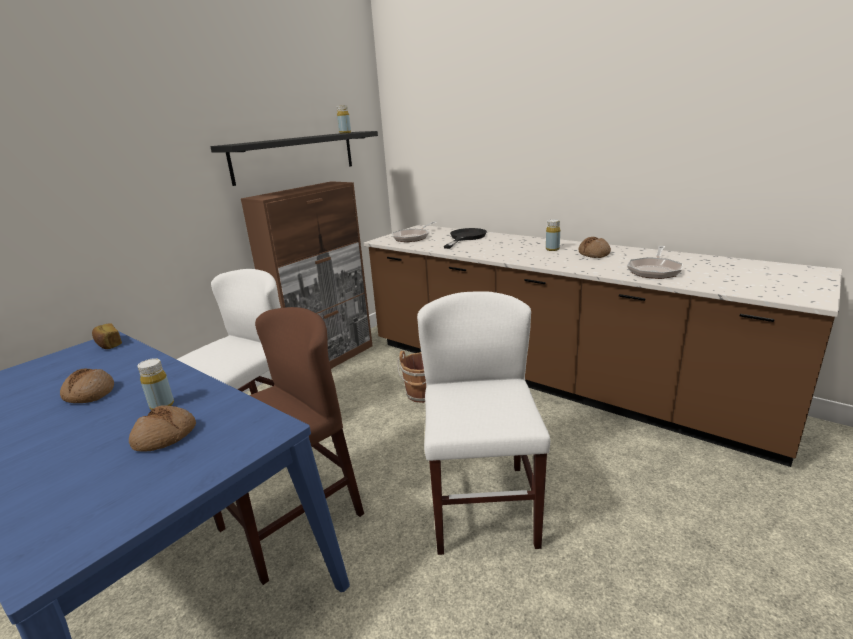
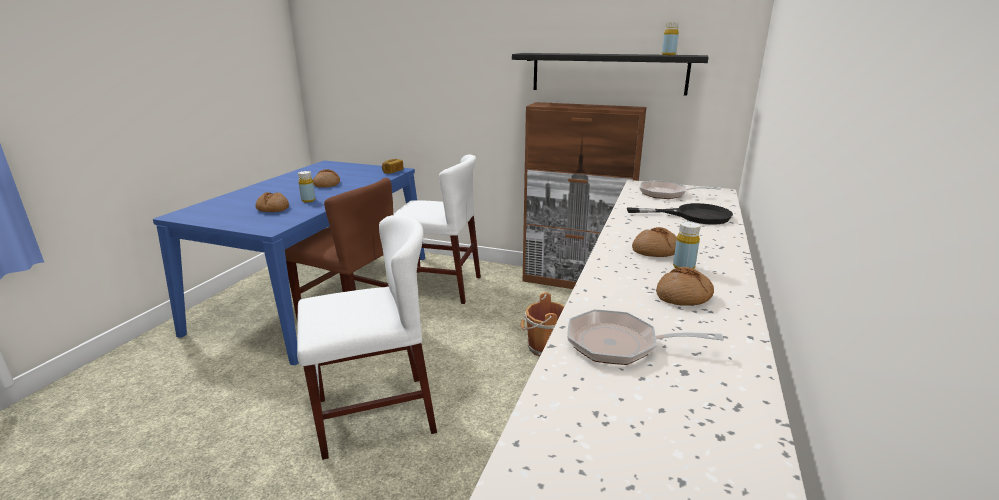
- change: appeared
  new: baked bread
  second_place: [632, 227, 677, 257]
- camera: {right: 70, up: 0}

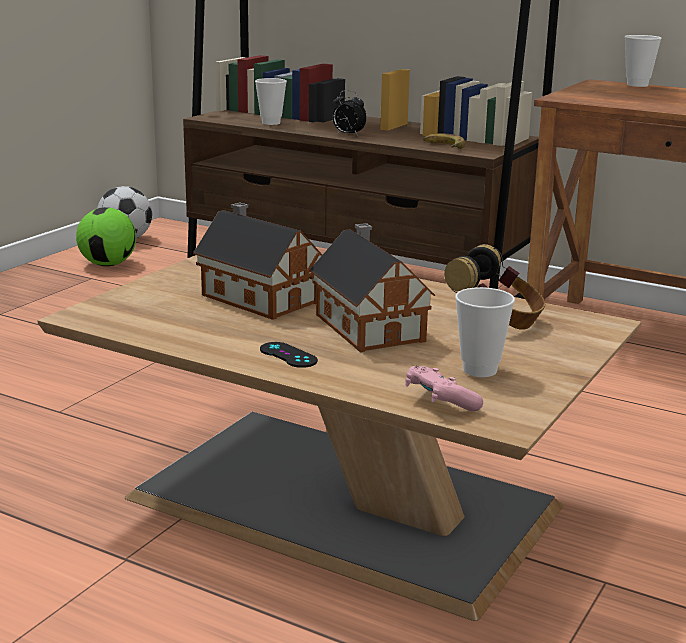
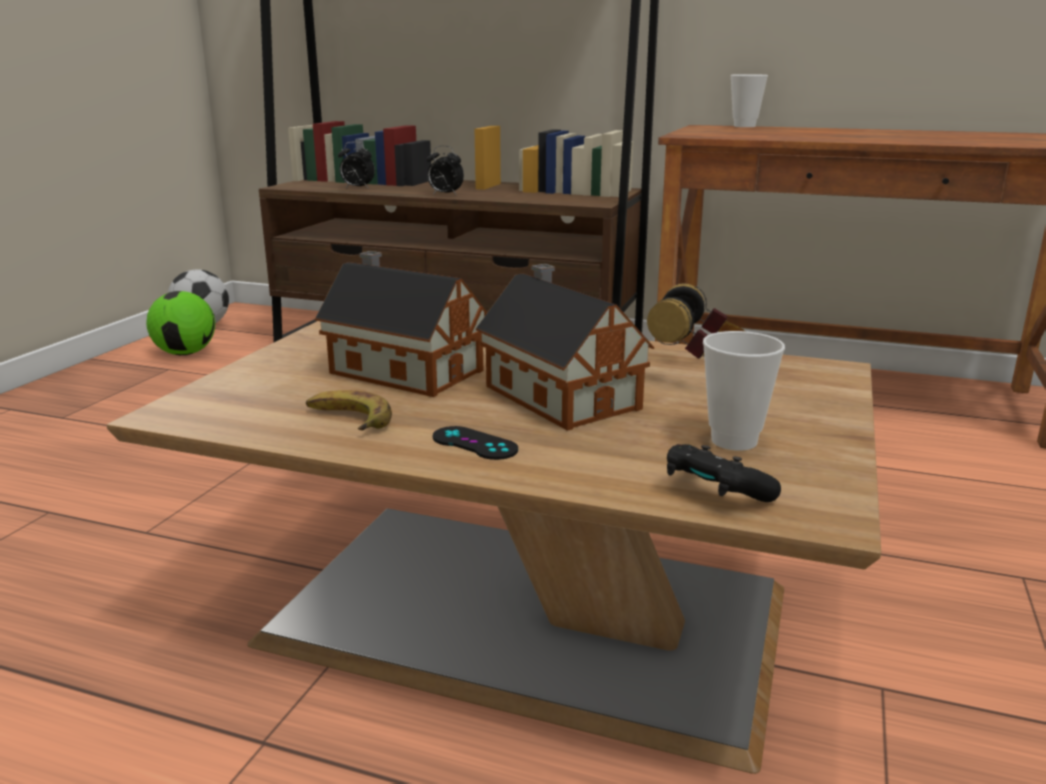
- change: exchanged
  old: cup
  new: table clock
  first_place: [255, 78, 287, 125]
  second_place: [338, 142, 375, 189]
- change: colour
  old: gamepad (pinkish)
  new: gamepad (blackish)
  first_place: [405, 366, 483, 412]
  second_place: [667, 444, 781, 502]
- change: relocated
  old: banana
  first_place: [423, 134, 465, 149]
  second_place: [306, 390, 392, 431]
- camera: {right: -10, up: 0}

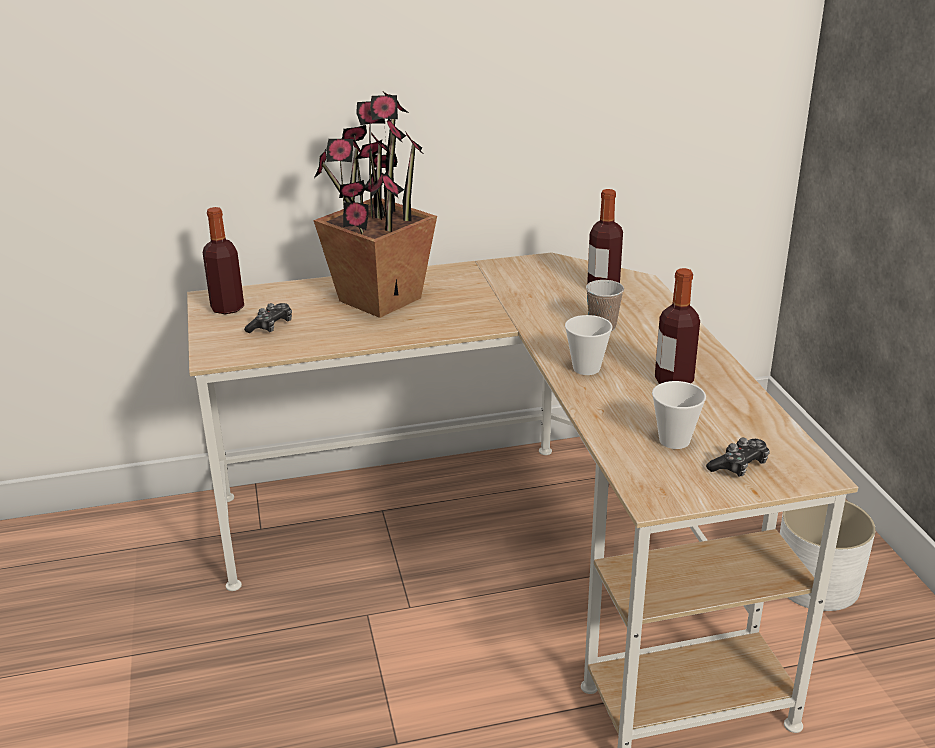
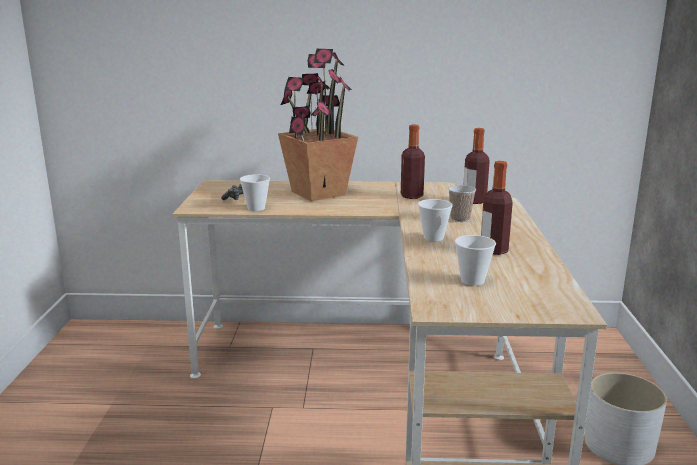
- change: relocated
  old: drink bottle
  first_place: [203, 207, 244, 314]
  second_place: [401, 125, 425, 199]
- change: missing
  old: gamepad
  first_place: [706, 438, 770, 477]
- change: appeared
  new: cup
  second_place: [240, 174, 270, 211]
- camera: {right: 15, up: -10}

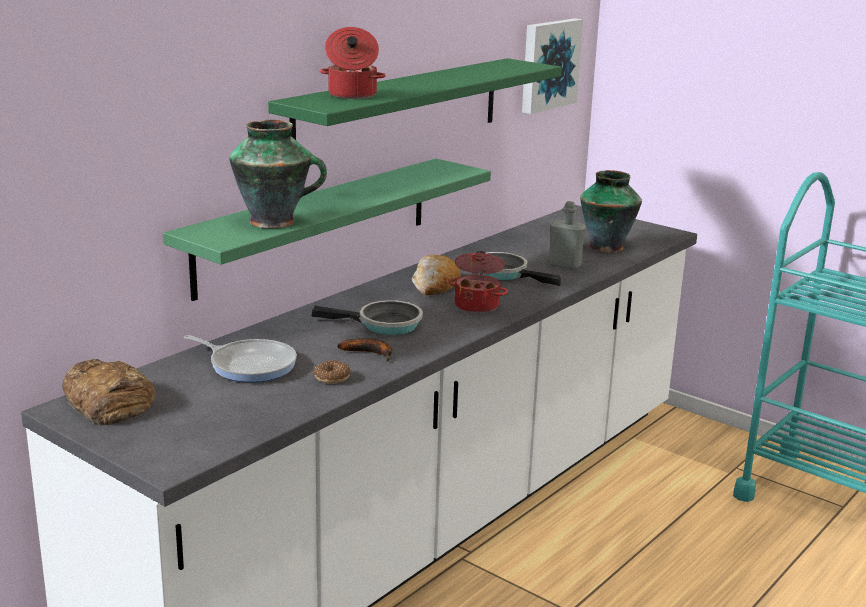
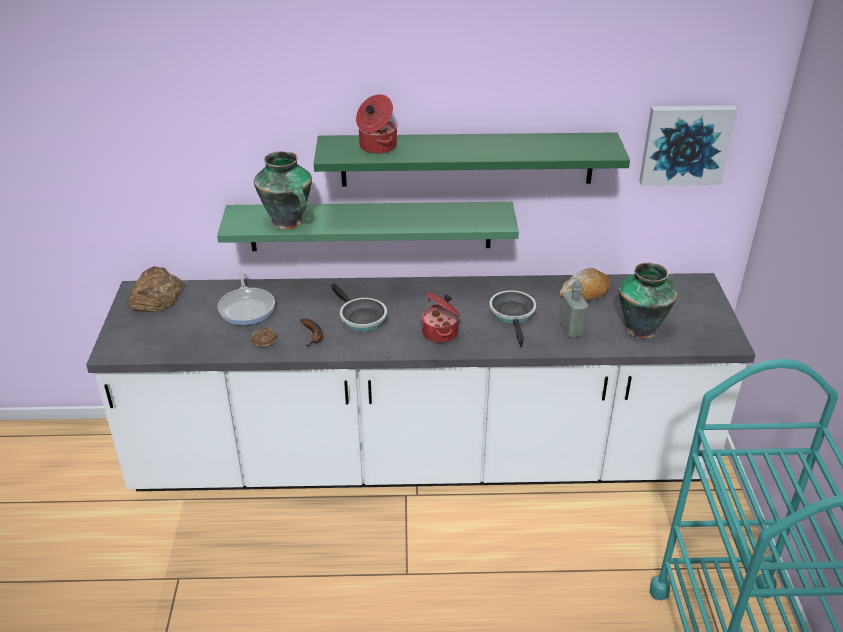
- change: relocated
  old: baked bread
  first_place: [412, 255, 461, 295]
  second_place: [559, 268, 610, 301]
- camera: {right: 50, up: 15}

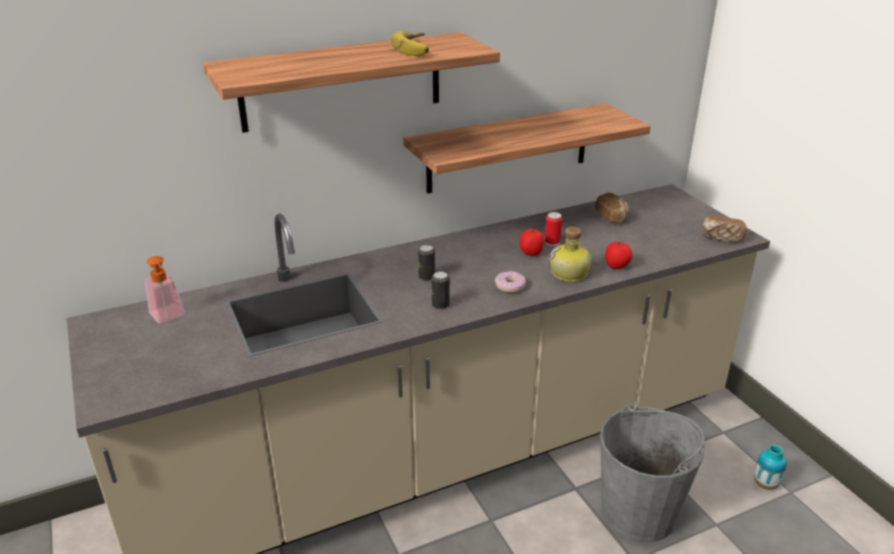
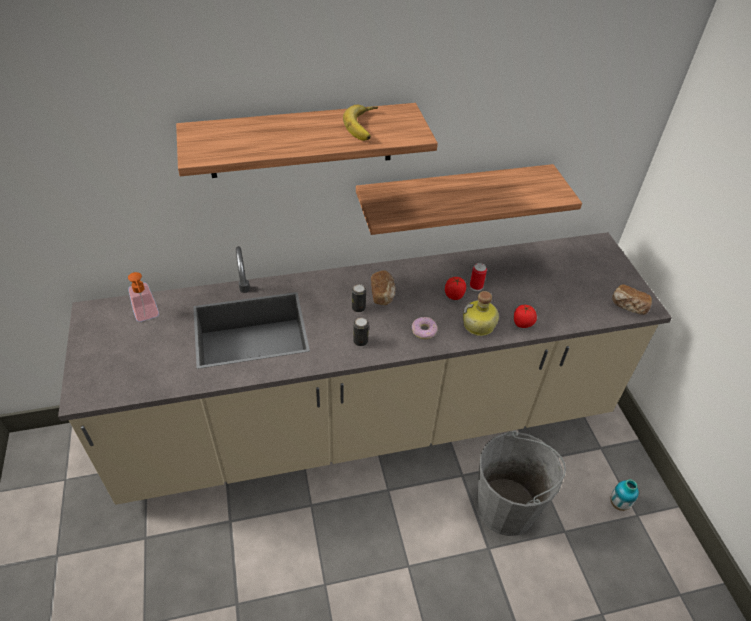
- change: relocated
  old: baked bread
  first_place: [594, 193, 629, 224]
  second_place: [371, 270, 396, 305]
- camera: {right: 10, up: 15}

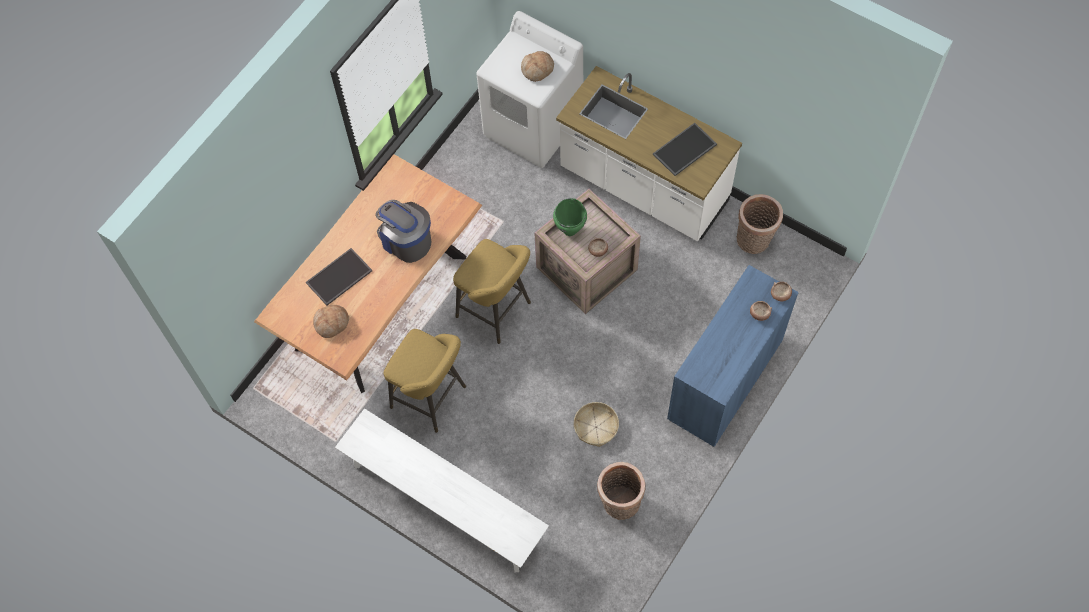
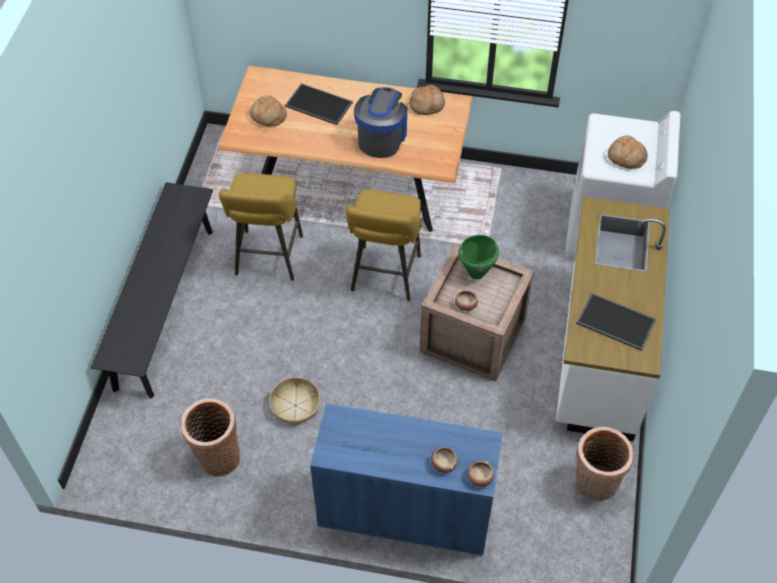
- change: colour
  old: indoor bench (white)
  new: indoor bench (blackish)
  first_place: [335, 409, 549, 572]
  second_place: [91, 182, 213, 399]
- change: appeared
  new: baked bread
  second_place: [409, 85, 445, 115]
- camera: {right: 65, up: -10}

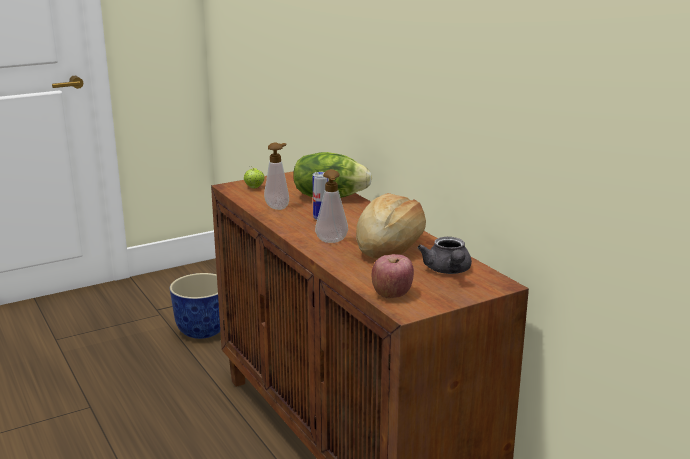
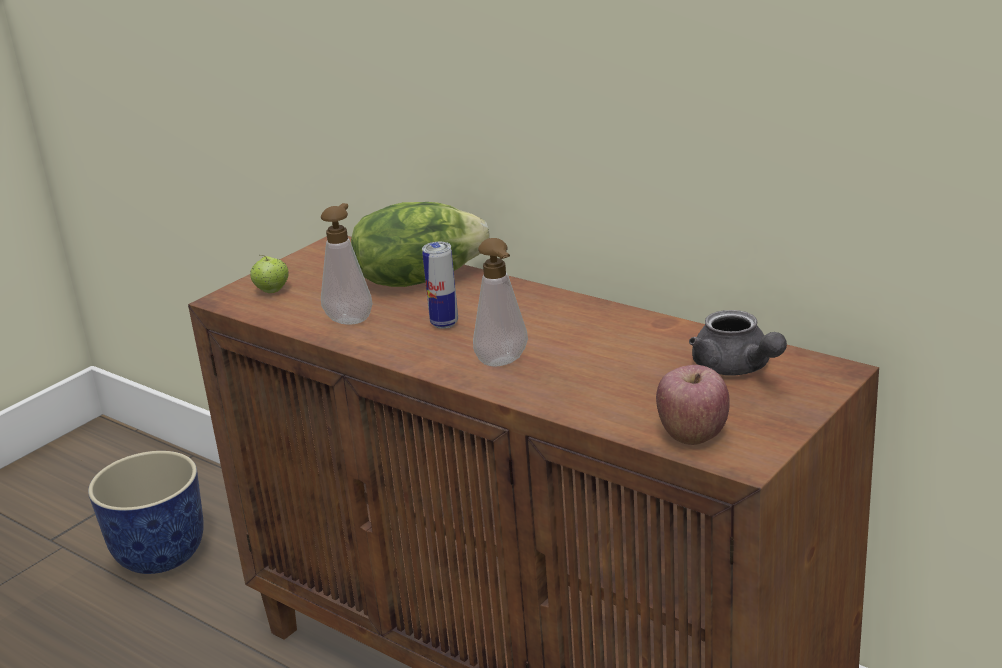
- change: missing
  old: baked bread
  first_place: [356, 193, 426, 259]
- camera: {right: -20, up: 5}

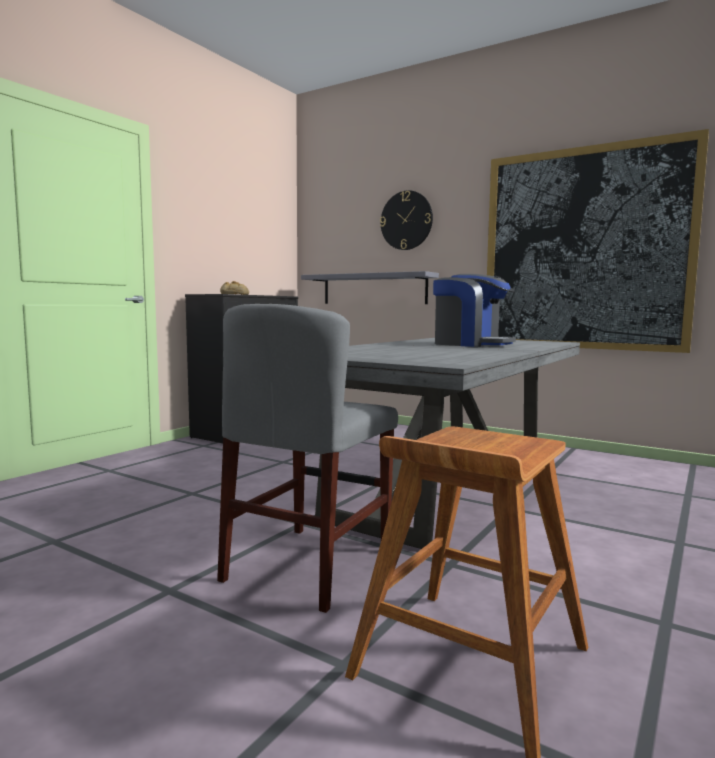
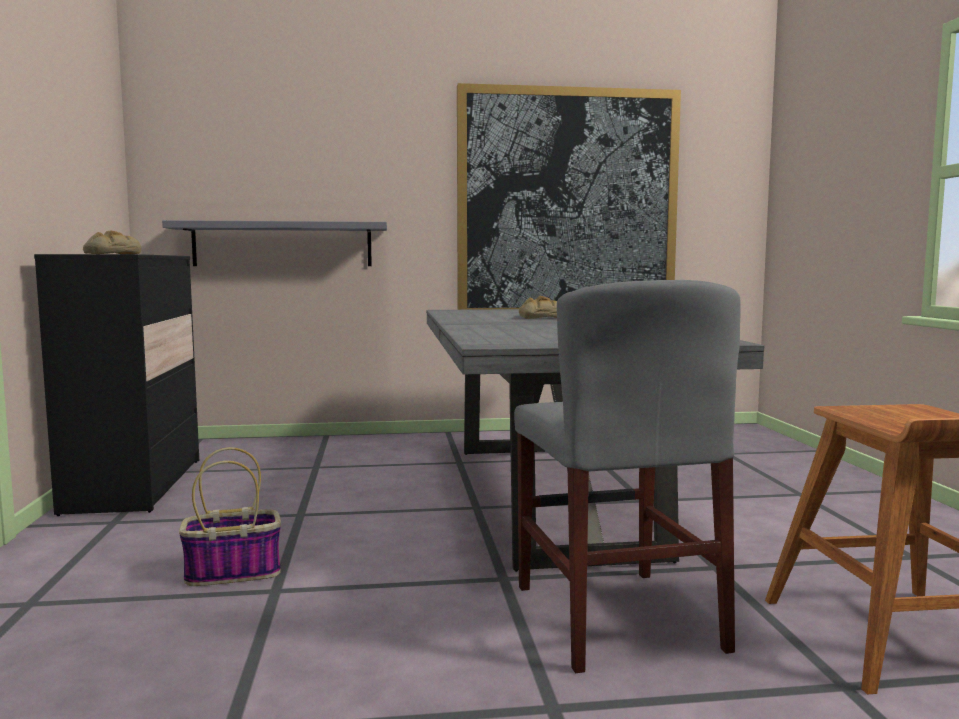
- change: missing
  old: clock on the wall
  first_place: [380, 190, 433, 250]
- change: exchanged
  old: coffee brewer
  new: baked bread
  first_place: [433, 274, 516, 347]
  second_place: [519, 296, 557, 319]
- change: appeared
  new: household basket
  second_place: [179, 447, 281, 586]
- camera: {right: -40, up: 0}

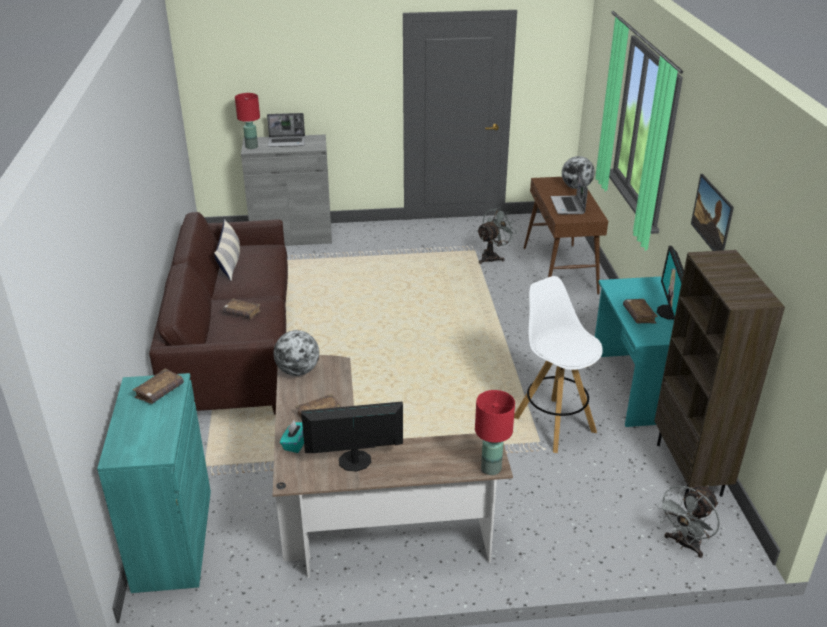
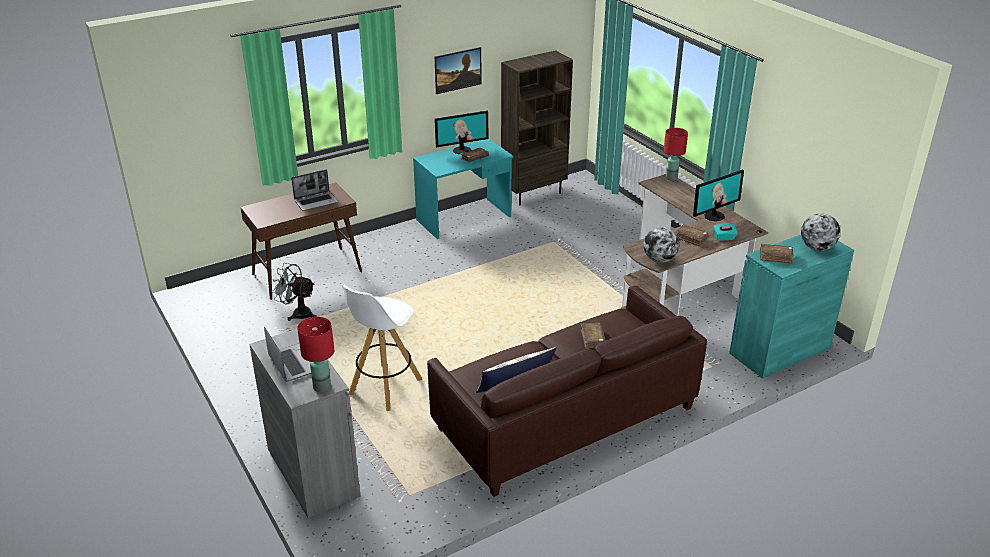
- change: spun
  old: computer screen
  first_place: [301, 402, 403, 472]
  second_place: [693, 169, 744, 221]
  degrees: -90
- change: relocated
  old: stool seat (white)
  first_place: [514, 276, 603, 453]
  second_place: [342, 285, 422, 411]
- change: relocated
  old: desk globe
  first_place: [562, 156, 595, 189]
  second_place: [801, 213, 840, 251]
- change: missing
  old: electric fan (grey)
  first_place: [657, 486, 720, 558]
- camera: {right: -115, up: 0}

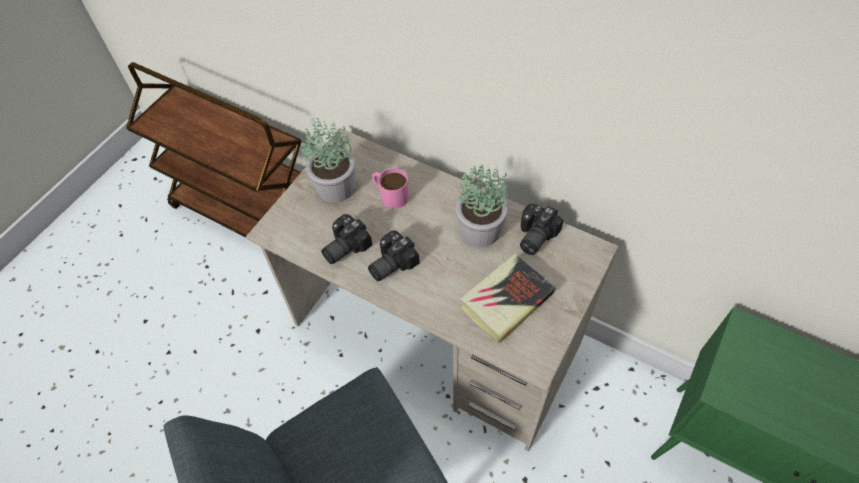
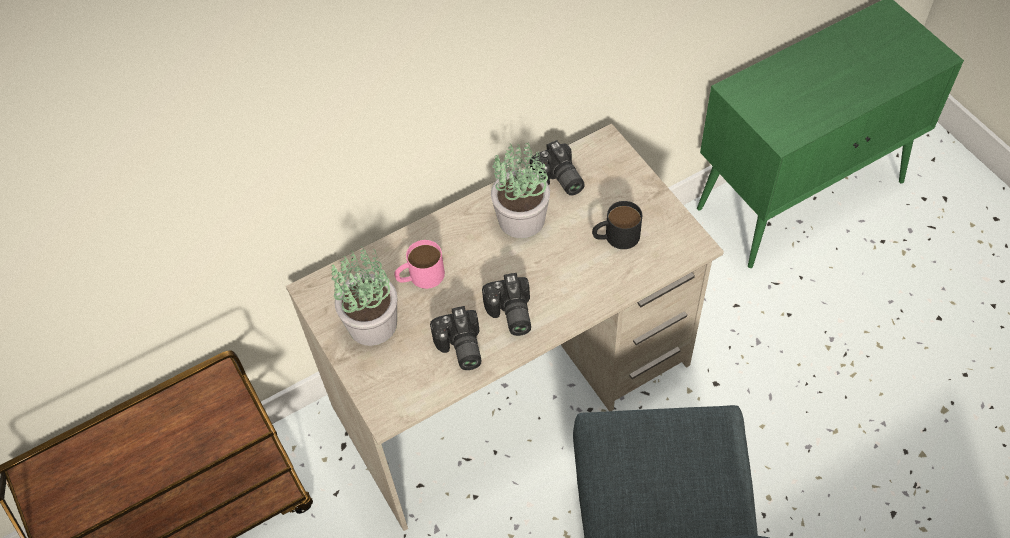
- change: exchanged
  old: bound book
  new: mug (blackish)
  first_place: [460, 254, 556, 344]
  second_place: [592, 201, 642, 249]
- camera: {right: -60, up: 0}

